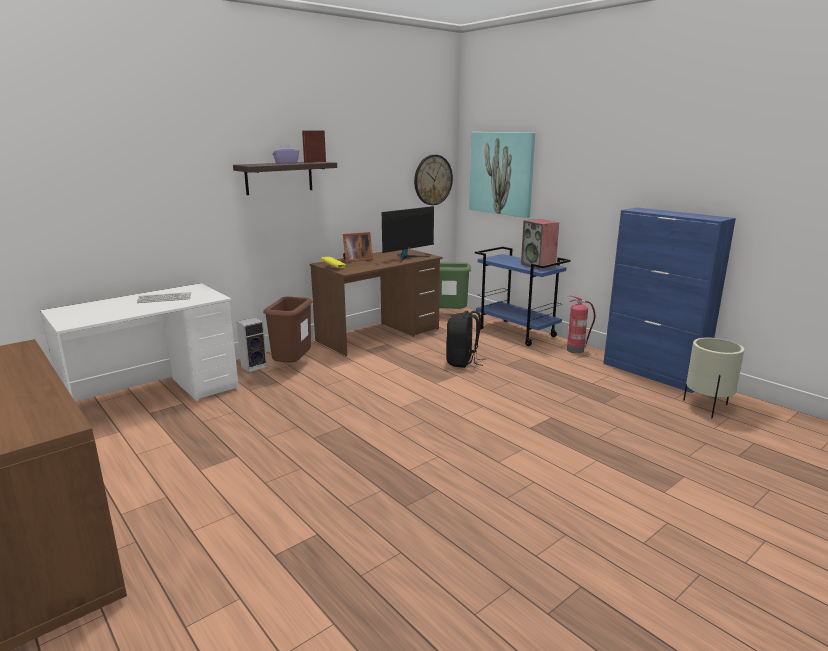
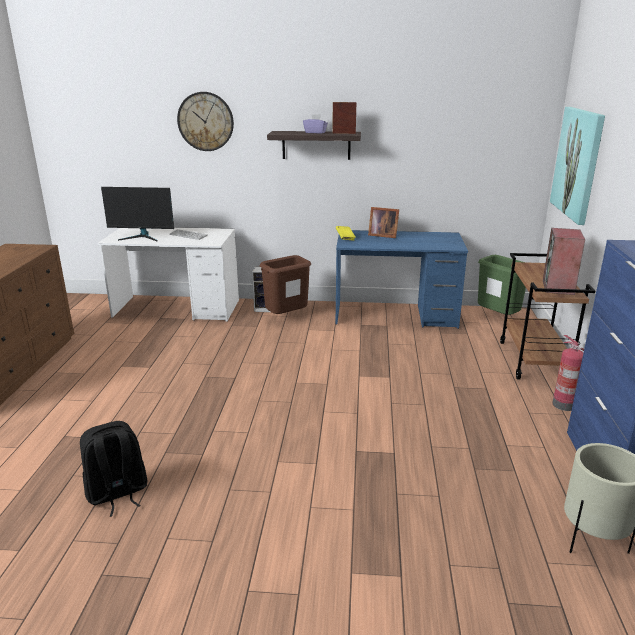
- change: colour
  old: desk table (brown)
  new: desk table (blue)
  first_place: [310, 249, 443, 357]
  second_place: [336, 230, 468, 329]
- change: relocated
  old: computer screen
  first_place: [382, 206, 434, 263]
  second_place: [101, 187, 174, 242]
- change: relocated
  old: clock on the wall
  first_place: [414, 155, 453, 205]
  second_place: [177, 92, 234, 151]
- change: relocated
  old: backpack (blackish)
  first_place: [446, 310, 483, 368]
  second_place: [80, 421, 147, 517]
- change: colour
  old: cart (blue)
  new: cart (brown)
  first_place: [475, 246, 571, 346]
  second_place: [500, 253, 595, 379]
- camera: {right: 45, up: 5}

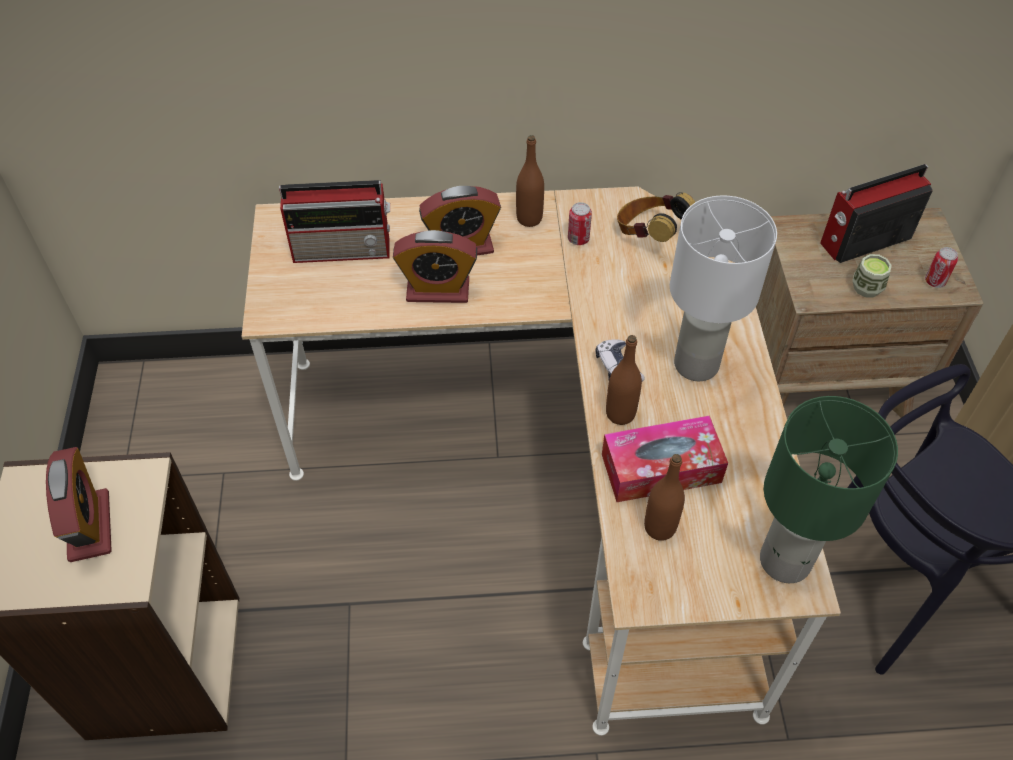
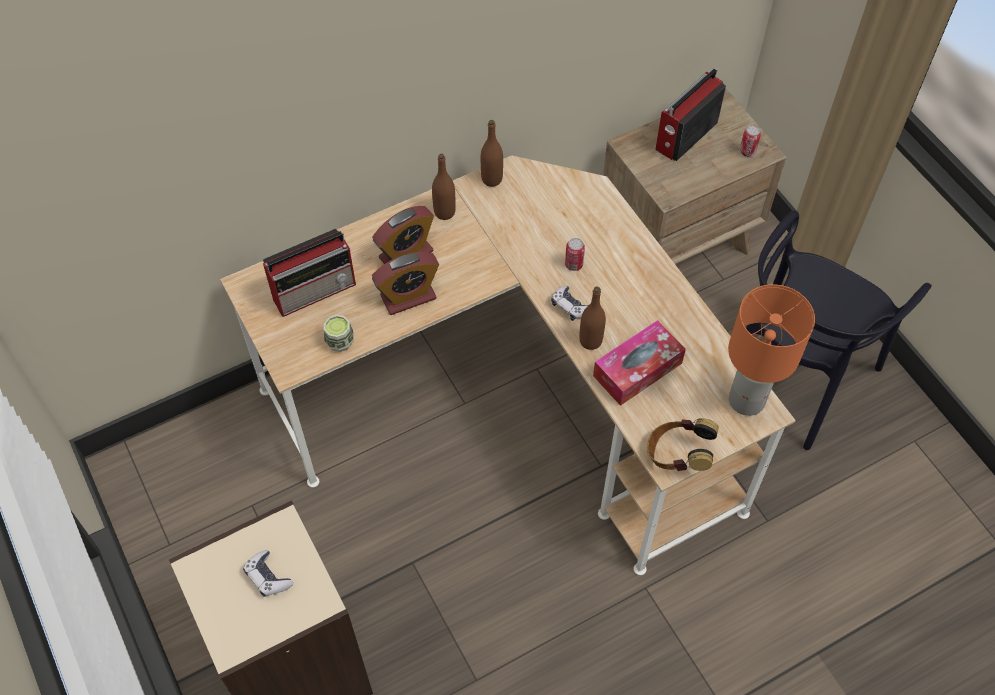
- change: exchanged
  old: table clock
  new: gamepad
  first_place: [46, 447, 112, 562]
  second_place: [243, 550, 293, 597]
- change: relocated
  old: metal can
  first_place: [568, 202, 592, 245]
  second_place: [565, 238, 585, 271]
- change: relocated
  old: headphones
  first_place: [617, 192, 695, 242]
  second_place: [647, 418, 719, 471]
- change: relocated
  old: drink bottle (brown)
  first_place: [644, 454, 685, 541]
  second_place: [481, 120, 503, 187]
- change: missing
  old: table lamp (white)
  first_place: [670, 195, 777, 381]
- change: colour
  old: table lamp (greenish)
  new: table lamp (orange-coloured)
  first_place: [760, 396, 898, 583]
  second_place: [728, 284, 815, 416]
- change: relocated
  old: cup
  first_place: [852, 254, 892, 298]
  second_place: [324, 315, 354, 352]
- camera: {right: -25, up: 5}

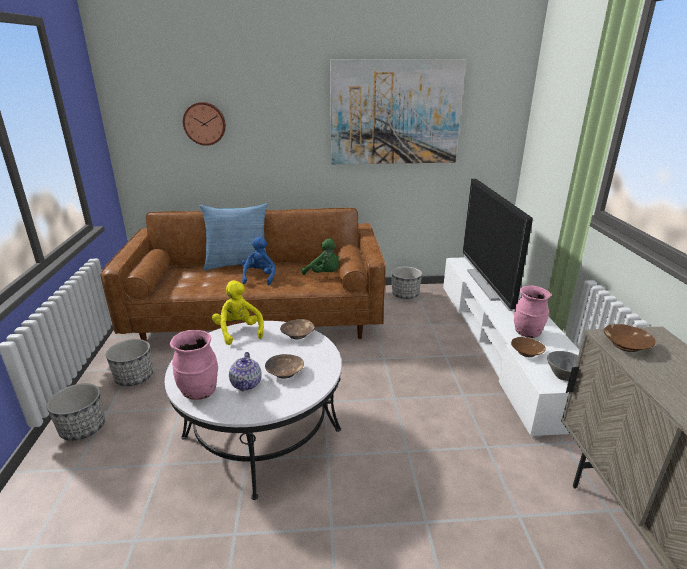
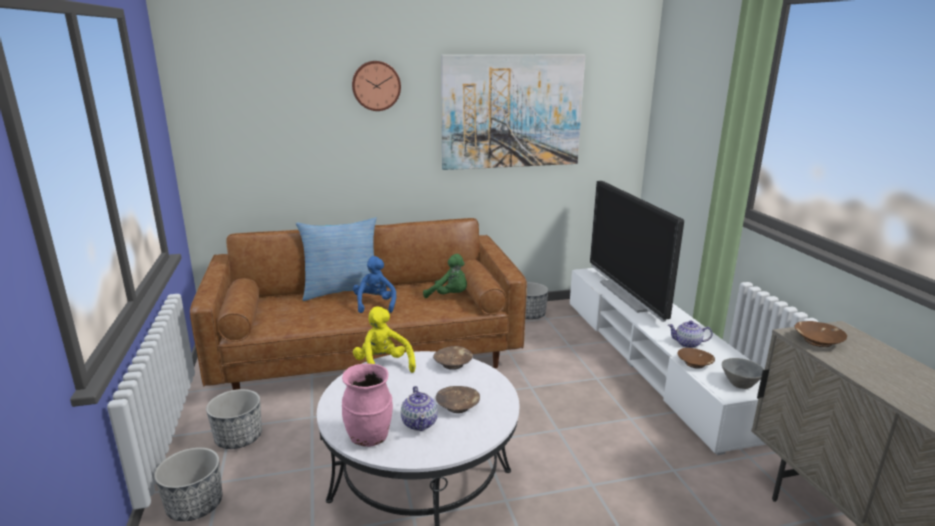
- change: relocated
  old: clock on the wall
  first_place: [183, 102, 226, 146]
  second_place: [352, 61, 401, 111]
- change: exchanged
  old: decorative vase (pinkish)
  new: teapot
  first_place: [514, 285, 551, 338]
  second_place: [668, 321, 713, 348]
- camera: {right: -10, up: -5}

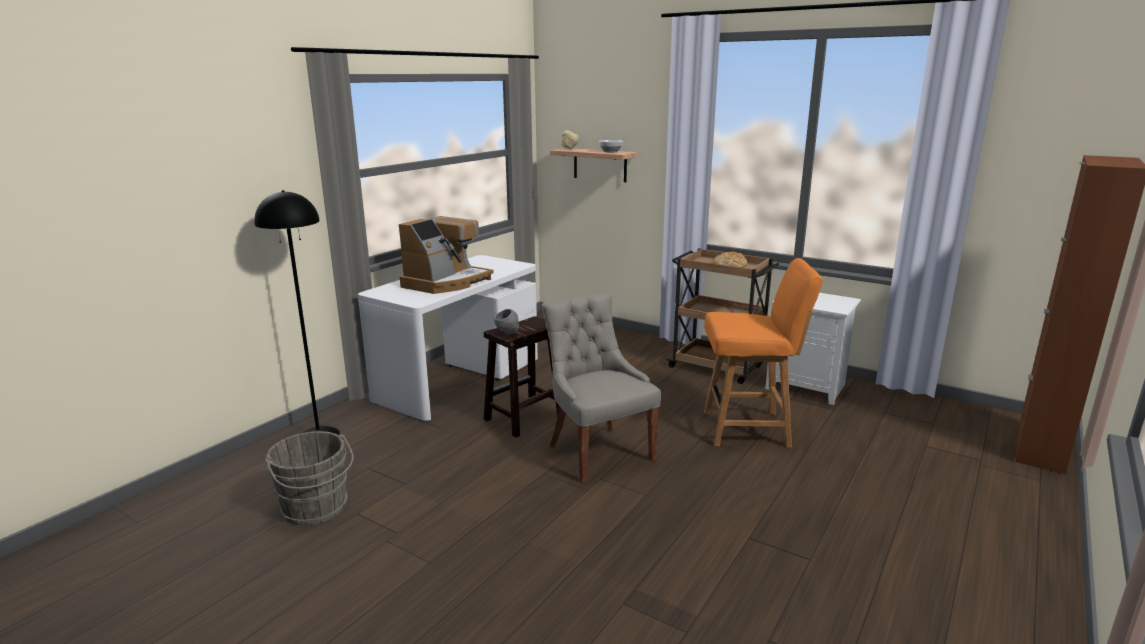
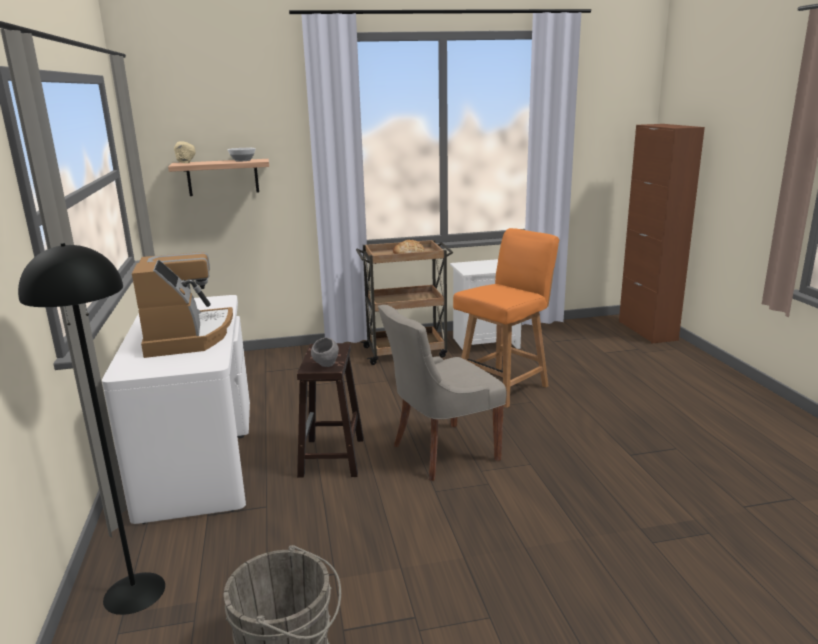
- change: spun
  old: upright chair (grey)
  first_place: [541, 292, 661, 483]
  second_place: [378, 305, 506, 481]
  degrees: -45
- camera: {right: -45, up: 0}

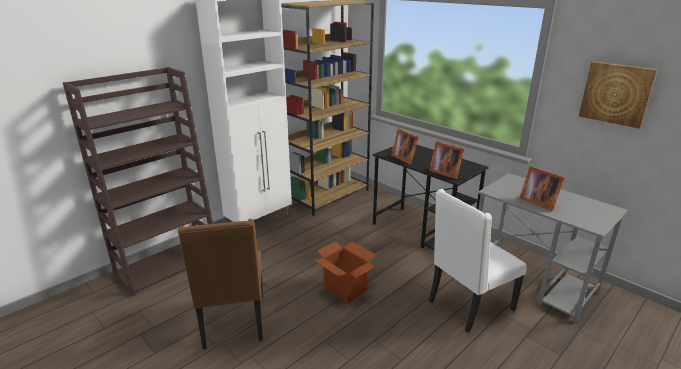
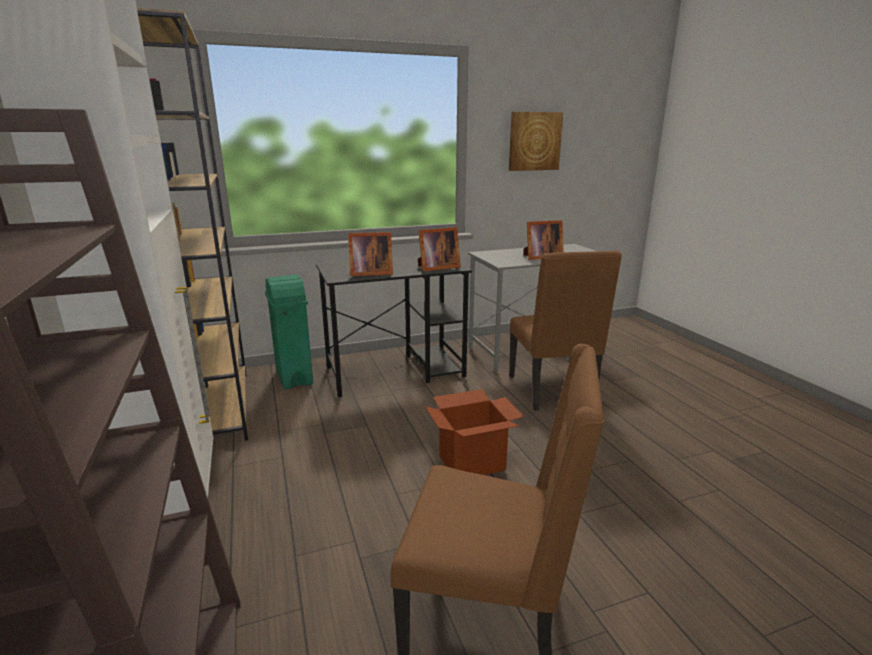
- change: colour
  old: upright chair (white)
  new: upright chair (brown)
  first_place: [429, 189, 527, 333]
  second_place: [509, 251, 622, 411]
- change: appeared
  new: waste bin (greenish)
  second_place: [265, 274, 313, 389]
- camera: {right: -65, up: -5}

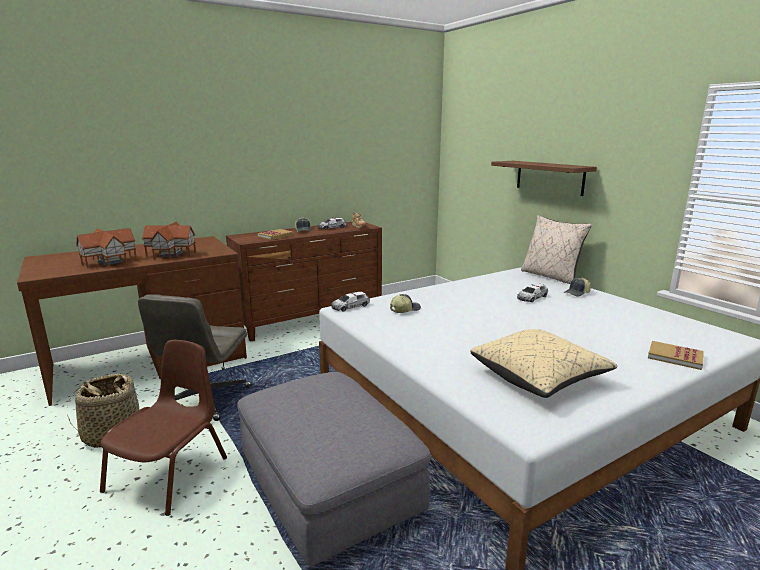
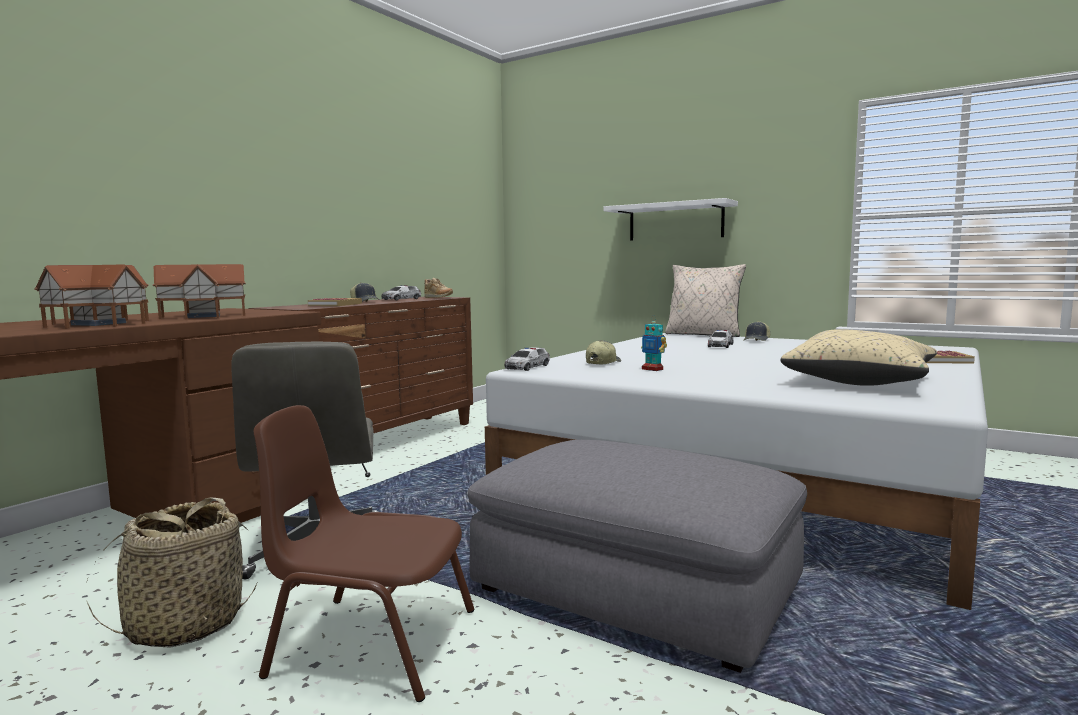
- change: spun
  old: upright chair (brown)
  first_place: [100, 340, 227, 516]
  second_place: [254, 405, 474, 702]
  degrees: -75
- change: colour
  old: wall shelf (brown)
  new: wall shelf (white)
  first_place: [491, 161, 597, 196]
  second_place: [604, 198, 738, 241]
- change: appeared
  new: toy robot
  second_place: [641, 315, 667, 371]
- camera: {right: -25, up: -10}

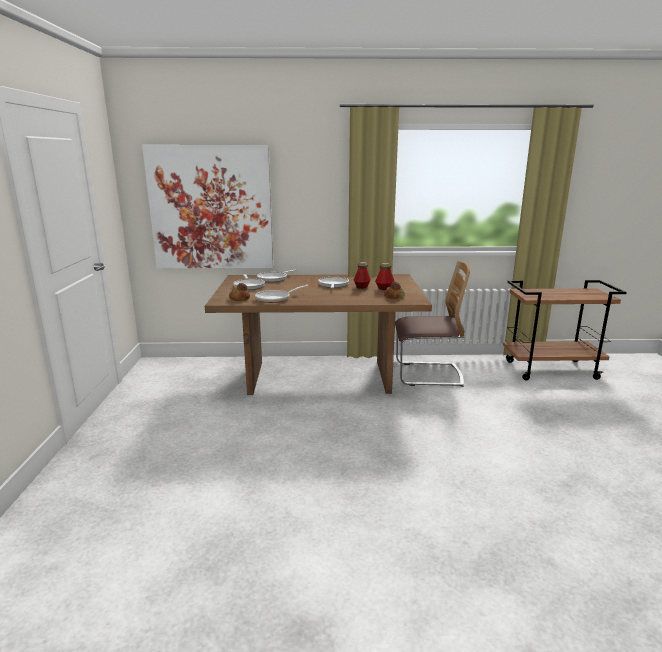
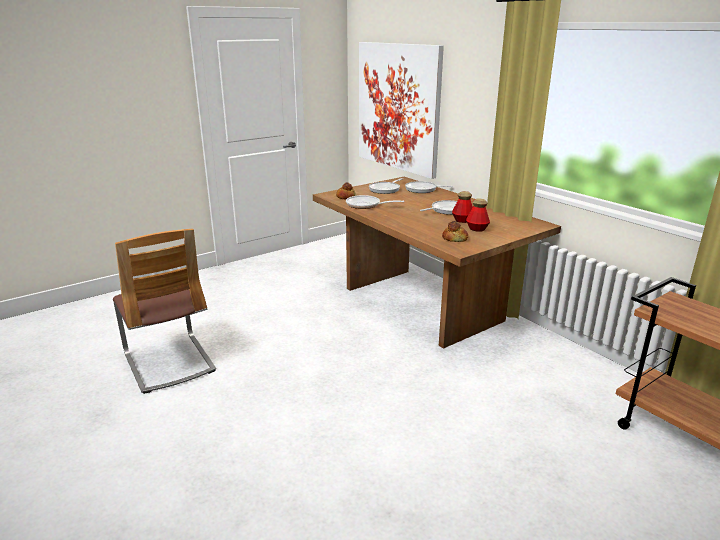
- change: relocated
  old: upright chair
  first_place: [395, 261, 470, 387]
  second_place: [113, 229, 216, 394]
- camera: {right: 55, up: 5}

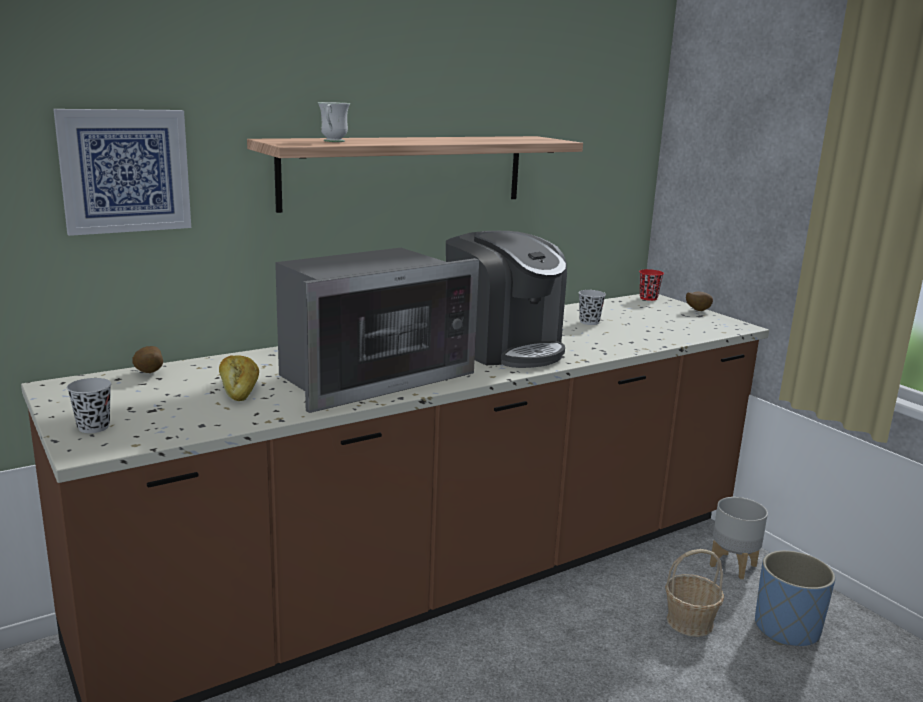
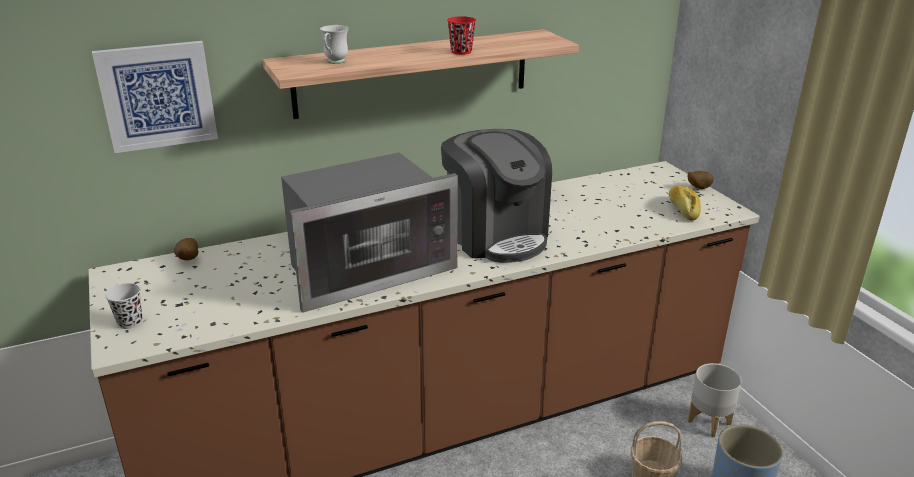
- change: relocated
  old: baked bread
  first_place: [219, 355, 259, 401]
  second_place: [669, 185, 701, 221]
- change: missing
  old: cup (blackish)
  first_place: [578, 290, 606, 325]
- change: relocated
  old: cup (reddish)
  first_place: [639, 269, 664, 301]
  second_place: [447, 16, 476, 55]
- camera: {right: 10, up: 10}

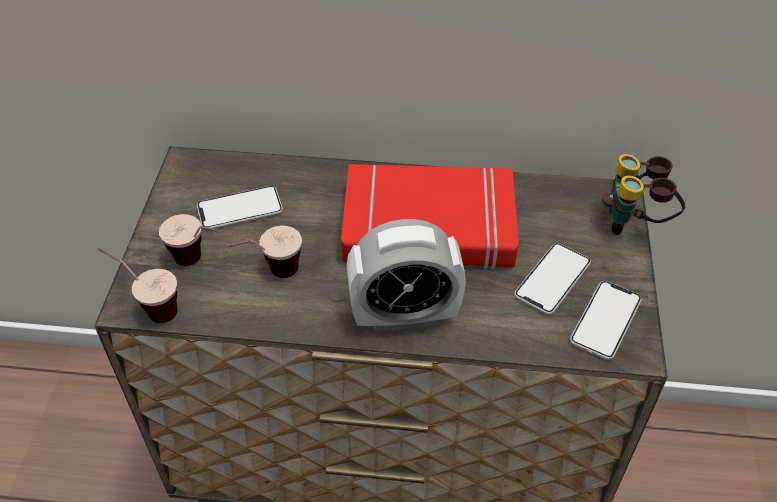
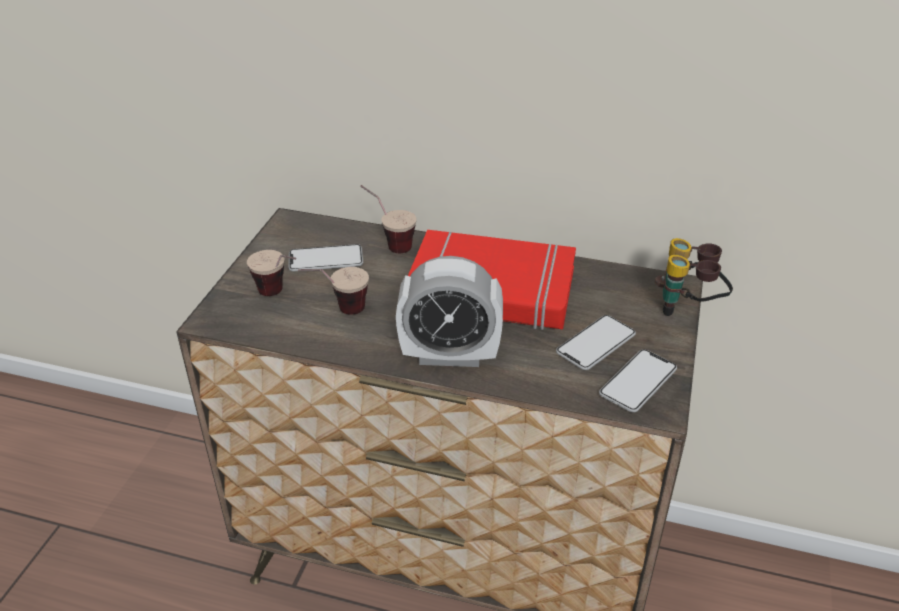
- change: relocated
  old: cup
  first_place: [97, 247, 178, 323]
  second_place: [360, 185, 416, 253]
- camera: {right: 10, up: -10}

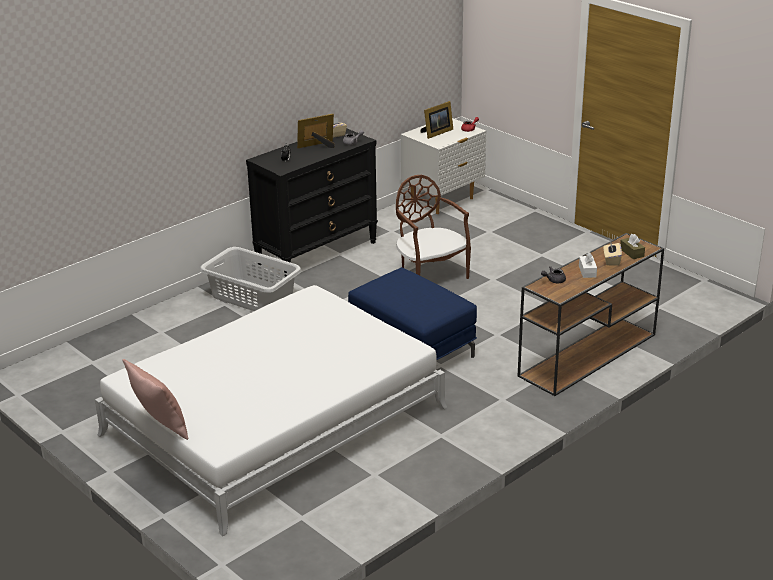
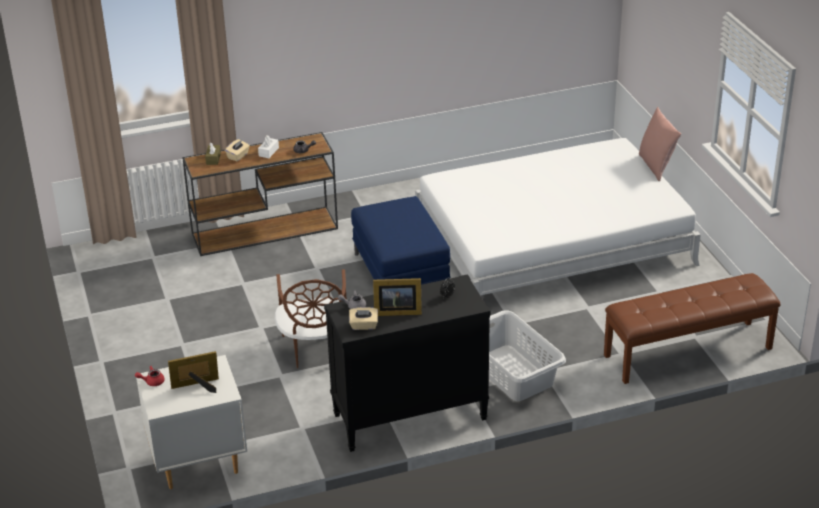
- change: appeared
  new: indoor bench (brown)
  second_place: [604, 273, 781, 384]
- camera: {right: -155, up: 5}

